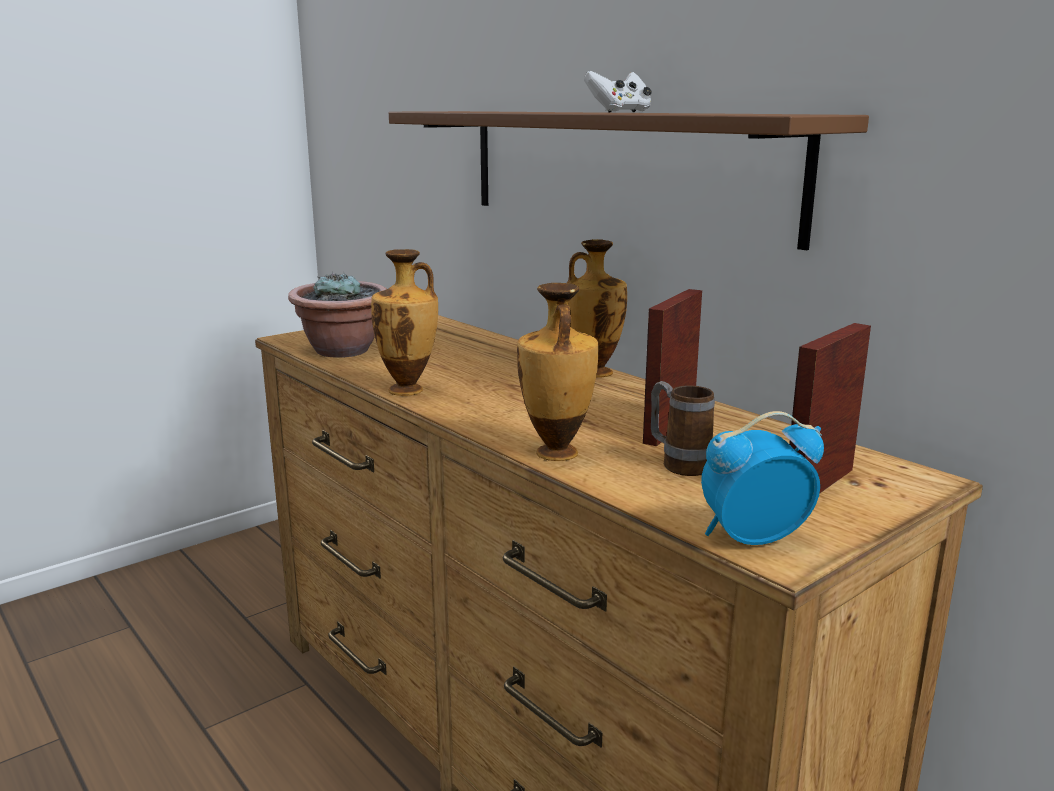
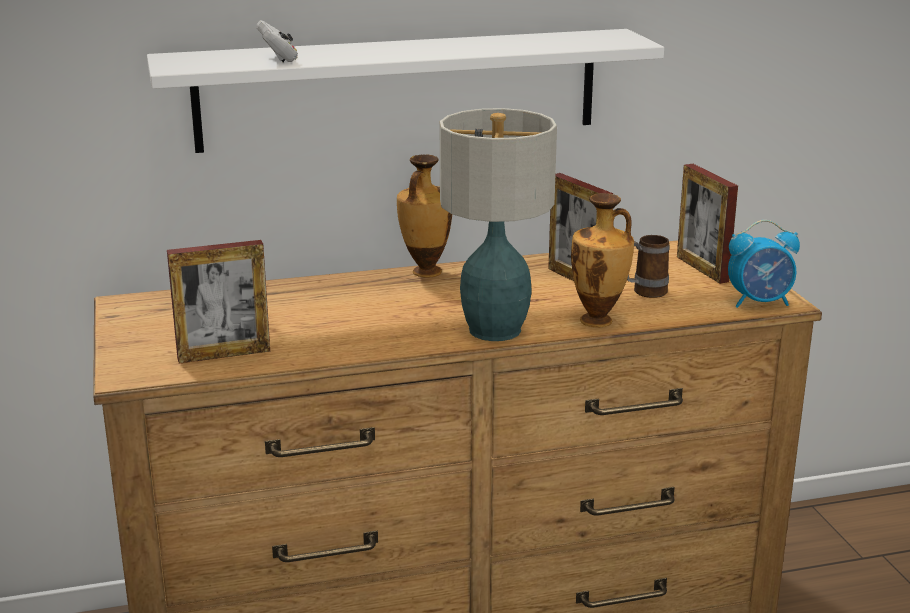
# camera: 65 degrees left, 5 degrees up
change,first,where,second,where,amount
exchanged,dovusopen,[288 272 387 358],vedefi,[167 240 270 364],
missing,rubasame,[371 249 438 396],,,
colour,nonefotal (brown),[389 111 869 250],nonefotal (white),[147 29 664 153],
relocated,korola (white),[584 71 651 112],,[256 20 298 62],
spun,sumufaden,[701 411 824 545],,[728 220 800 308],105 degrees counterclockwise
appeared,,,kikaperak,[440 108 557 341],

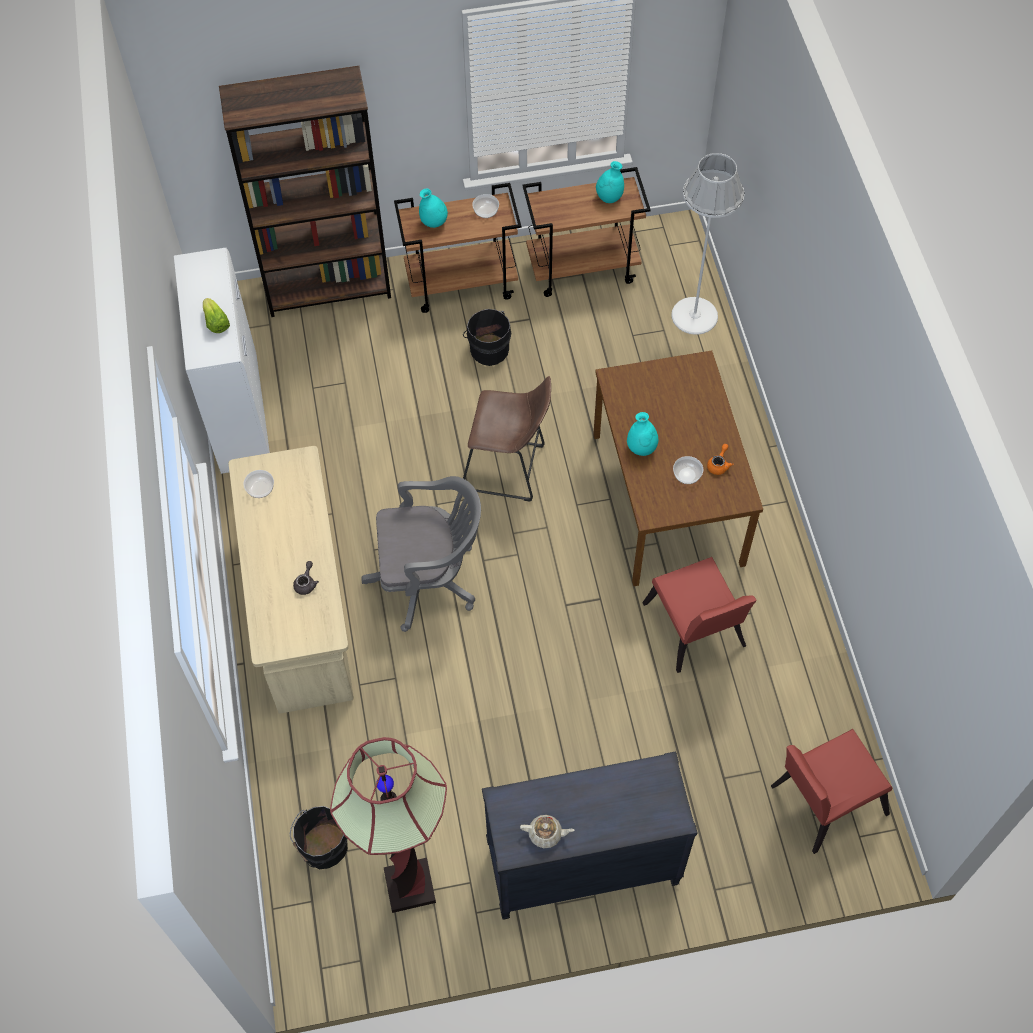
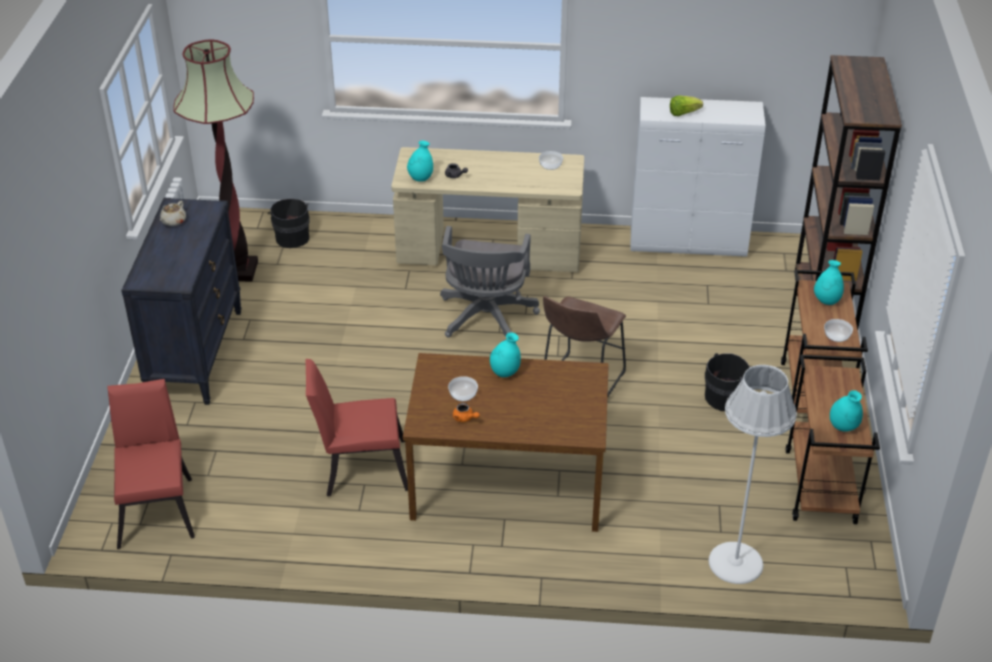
# camera: 105 degrees right, 20 degrees down
change,first,where,second,where,amount
appeared,,,rubasame (turquoise),[407 141 433 182],

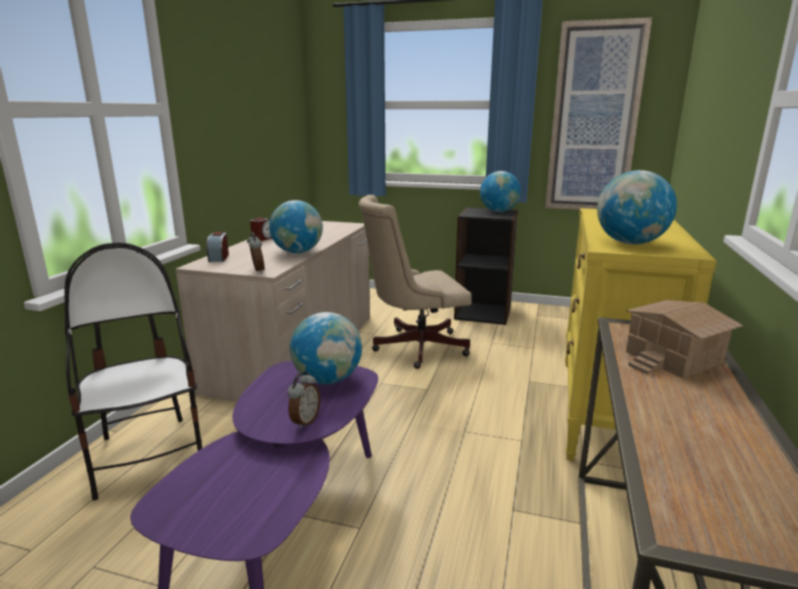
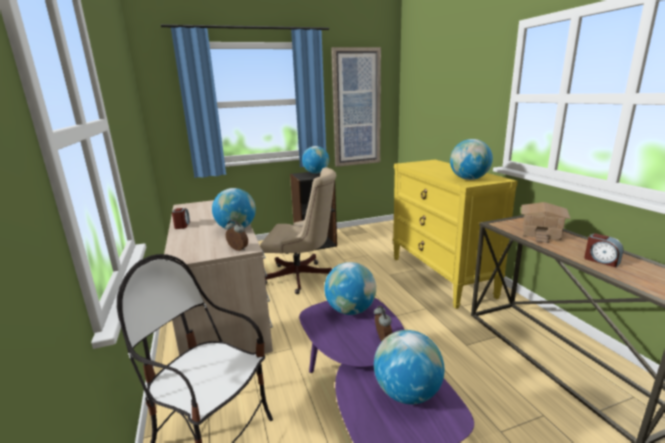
# camera: 35 degrees left, 0 degrees up
change,first,where,second,where,amount
relocated,sumufaden,[206 232 229 262],,[584 233 624 267],
spun,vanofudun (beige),[359 195 472 369],,[260 167 336 294],120 degrees counterclockwise
appeared,,,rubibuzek,[374 330 444 404],

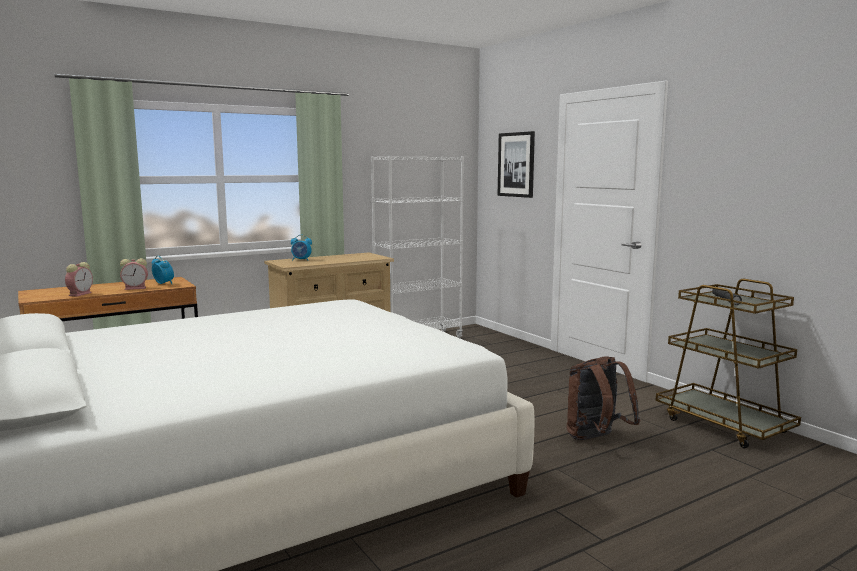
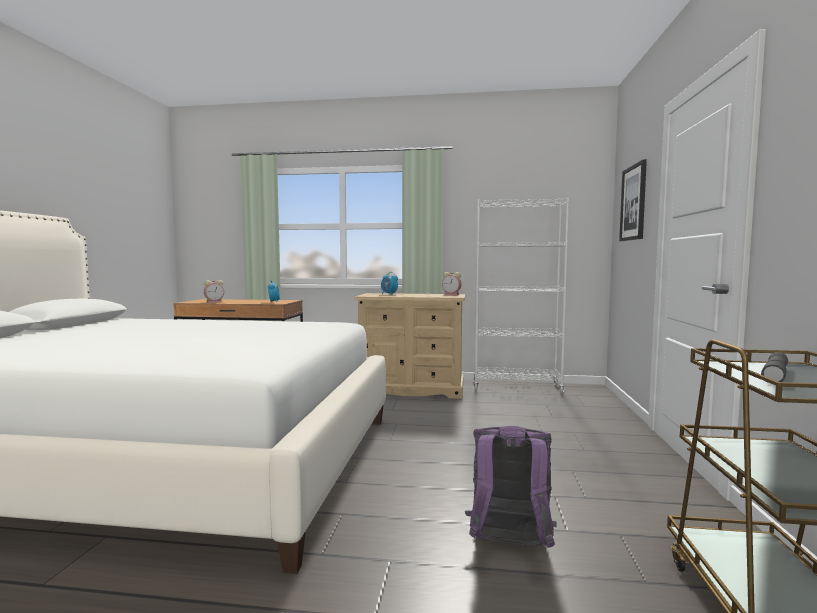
# camera: 40 degrees right, 5 degrees down
change,first,where,second,where,amount
relocated,sumufaden,[120 258 148 290],,[442 272 462 295],
colour,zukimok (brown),[567 356 640 440],zukimok (purple),[465 426 556 548],

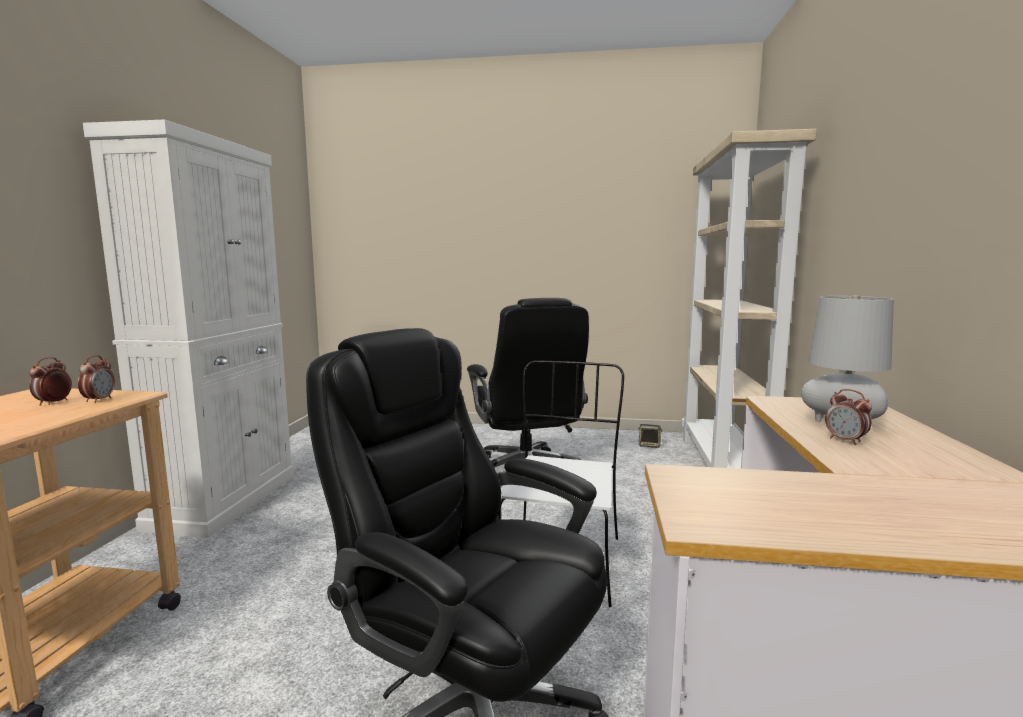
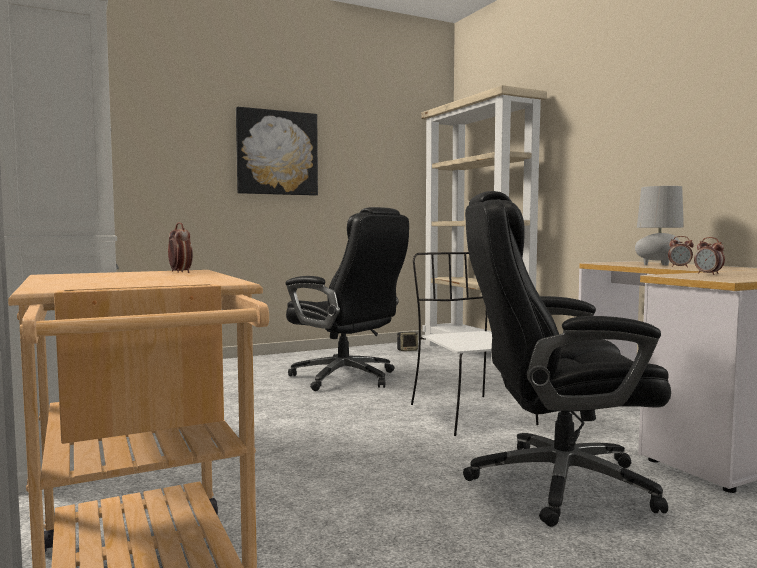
# camera: 35 degrees left, 5 degrees down
change,first,where,second,where,amount
relocated,sumufaden,[29 357 72 406],,[694 237 725 275],
appeared,,,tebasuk,[236 107 318 196],

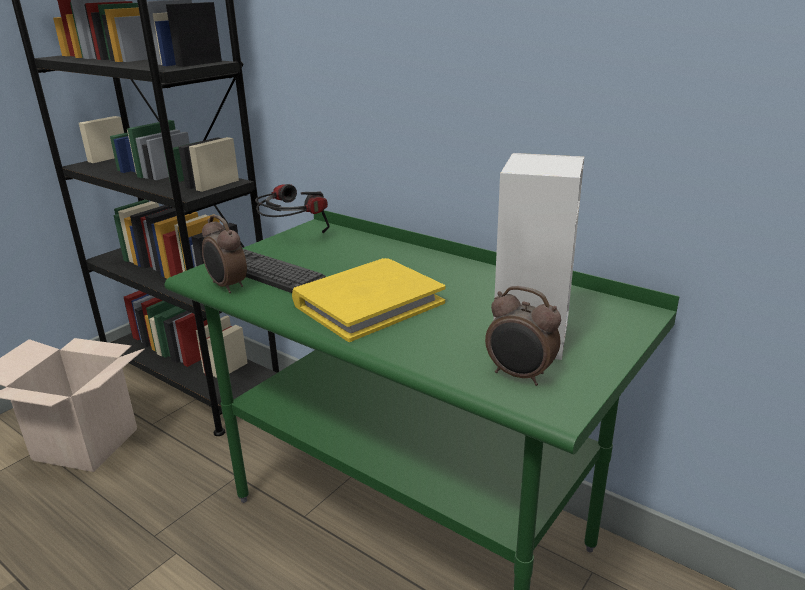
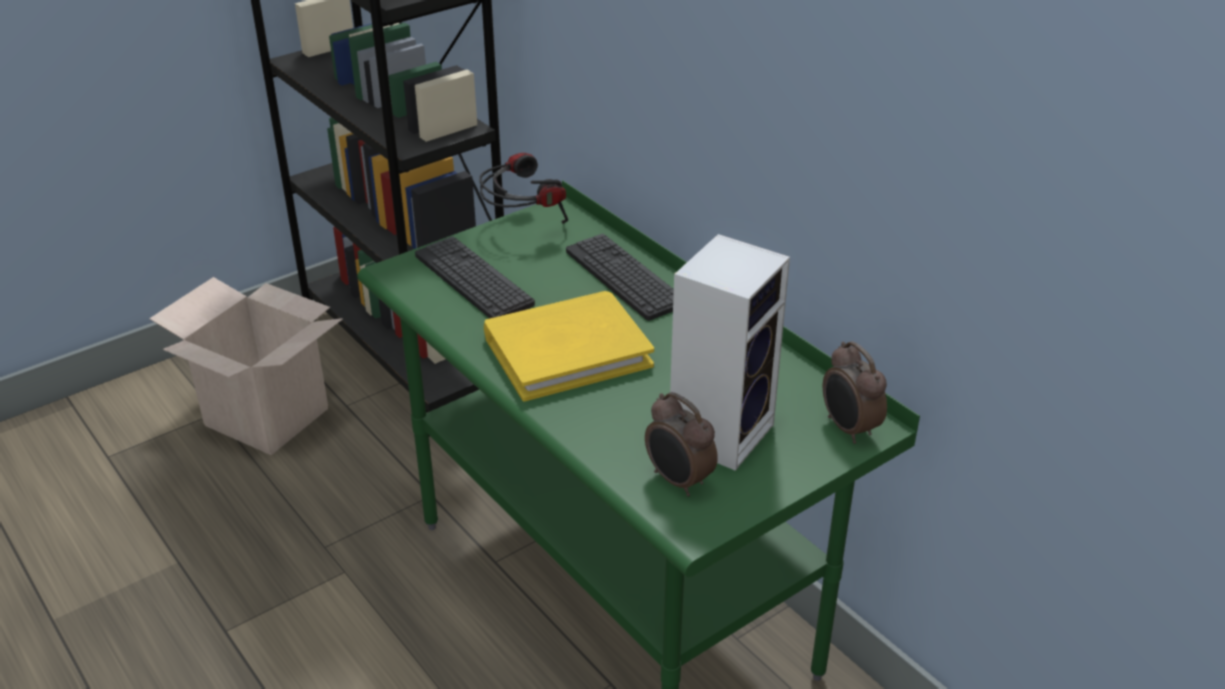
# camera: 15 degrees right, 10 degrees up
change,first,where,second,where,amount
relocated,sumufaden,[202 215 247 293],,[823 341 887 444],
appeared,,,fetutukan,[566 234 674 321],

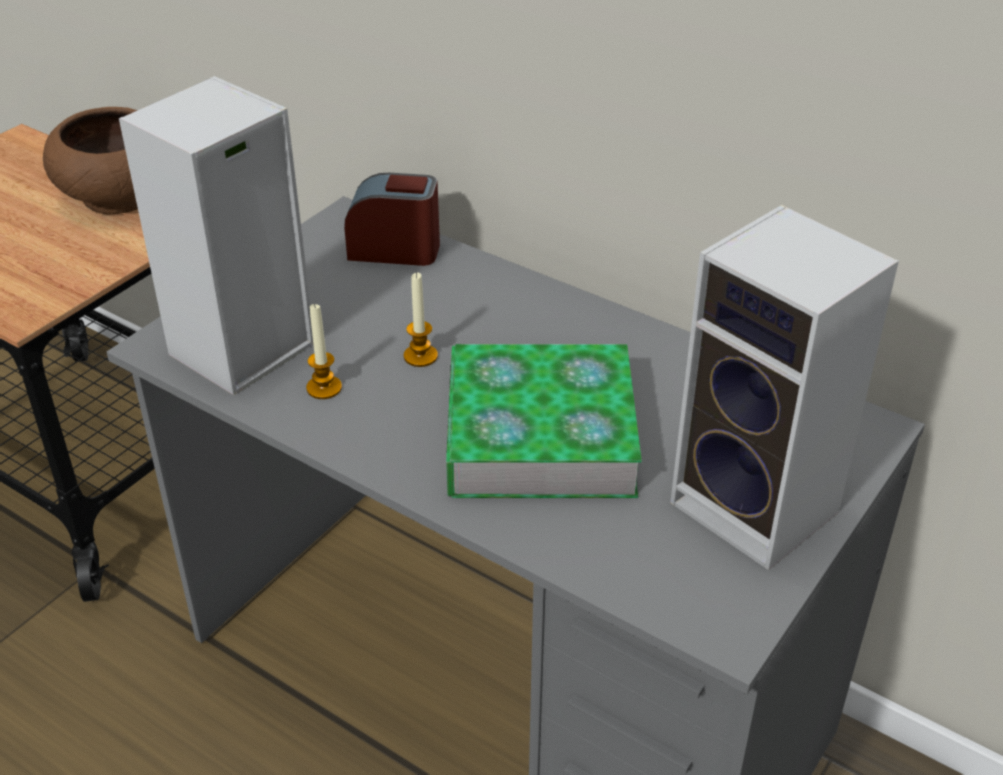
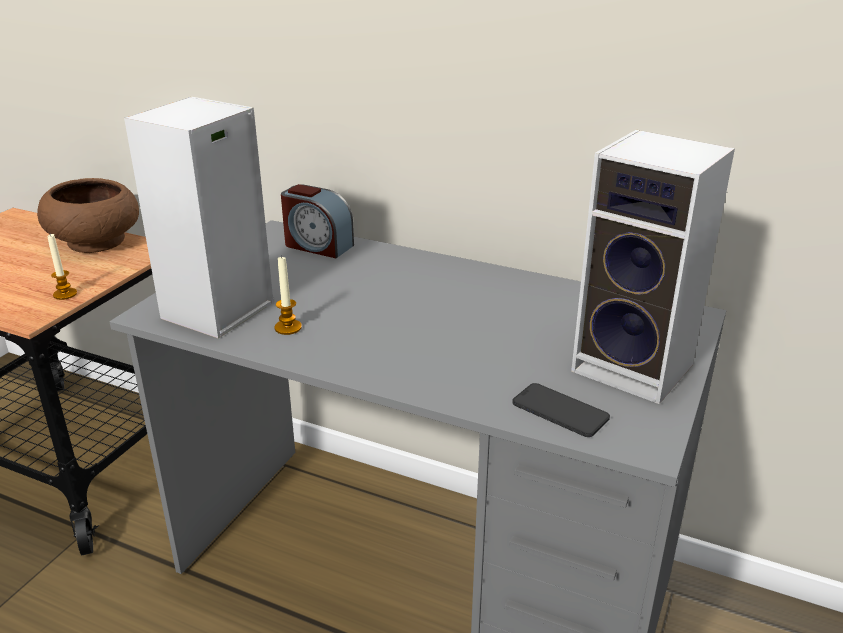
# camera: 10 degrees left, 10 degrees down
change,first,where,second,where,amount
spun,sumufaden,[344 173 440 266],,[281 184 354 258],150 degrees counterclockwise
relocated,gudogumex,[404 272 438 367],,[48 233 77 300],
missing,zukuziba,[446 344 642 498],,,
appeared,,,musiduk,[512 383 610 437],

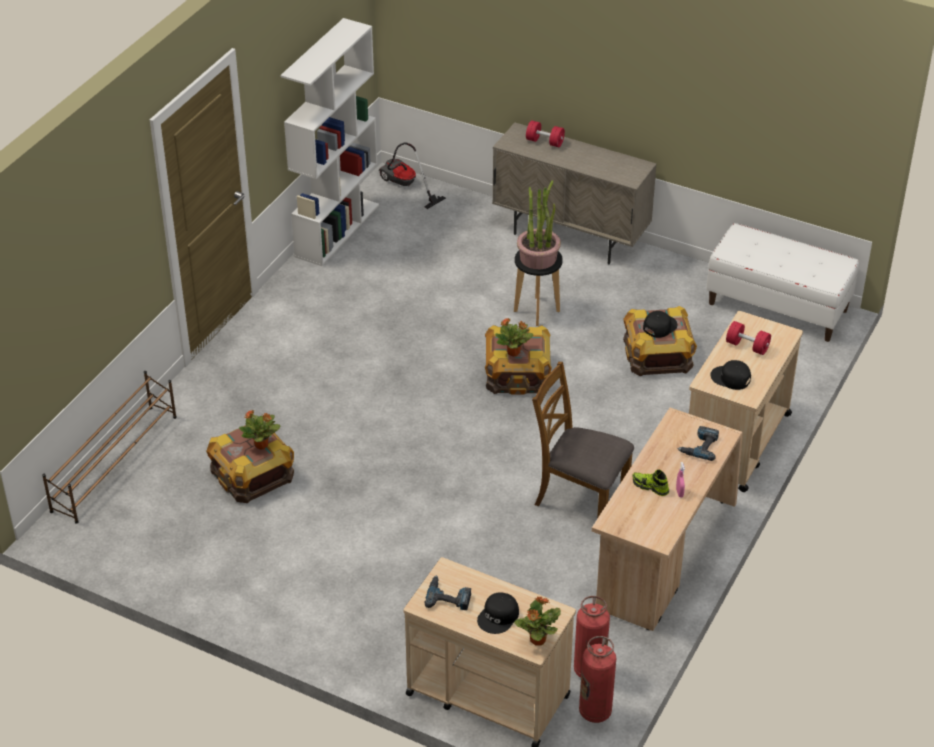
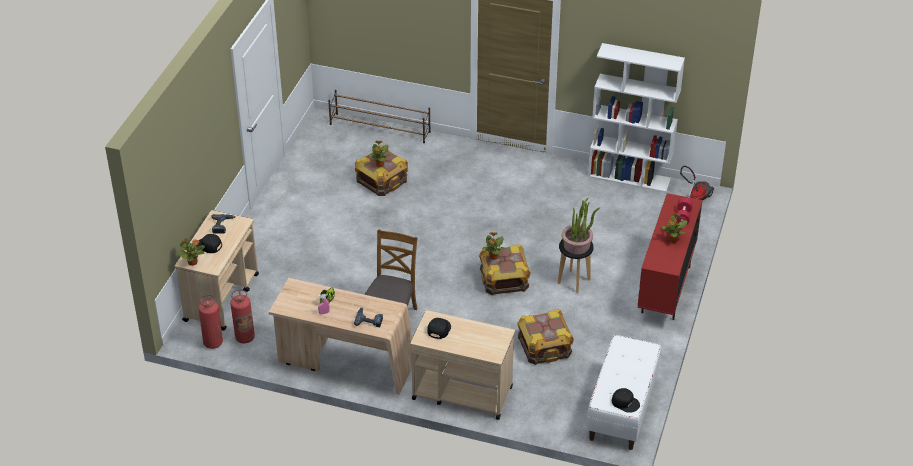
# camera: 80 degrees right, 0 degrees up
change,first,where,second,where,amount
colour,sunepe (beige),[492 123 657 264],sunepe (red),[637 193 703 320],
relocated,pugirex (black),[643 311 677 338],,[612 388 640 413],
missing,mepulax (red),[726 321 771 355],,,
appeared,,,dovusopen,[662 213 687 242],

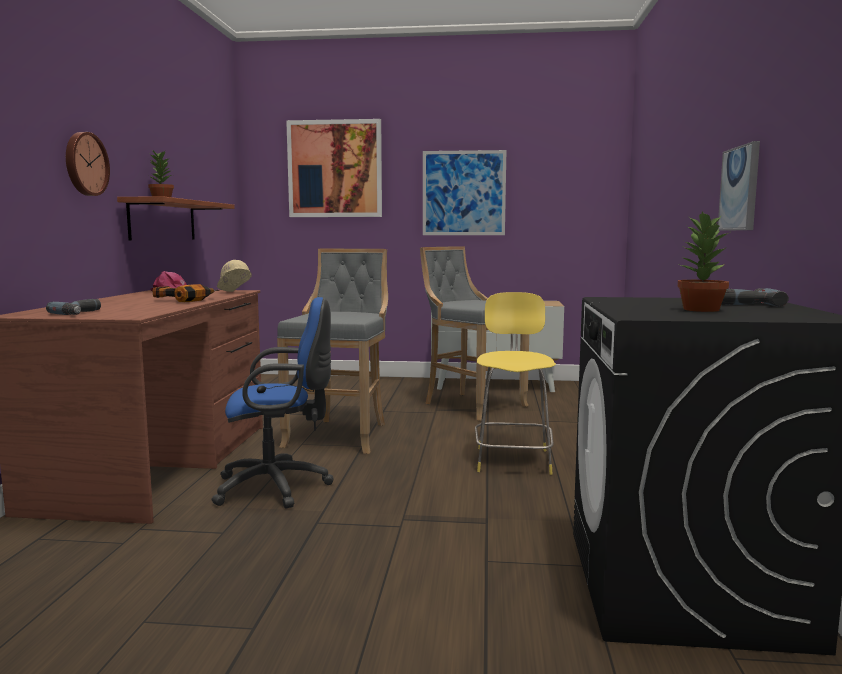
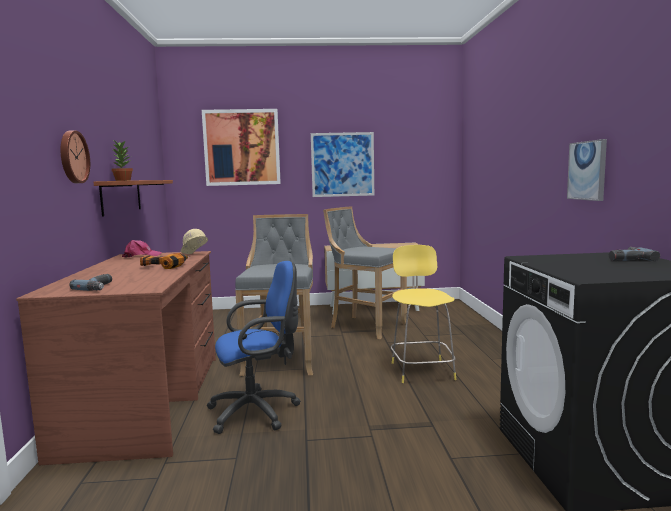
# camera: 10 degrees left, 0 degrees up
change,first,where,second,where,amount
missing,dovusopen,[678 211 730 312],,,

